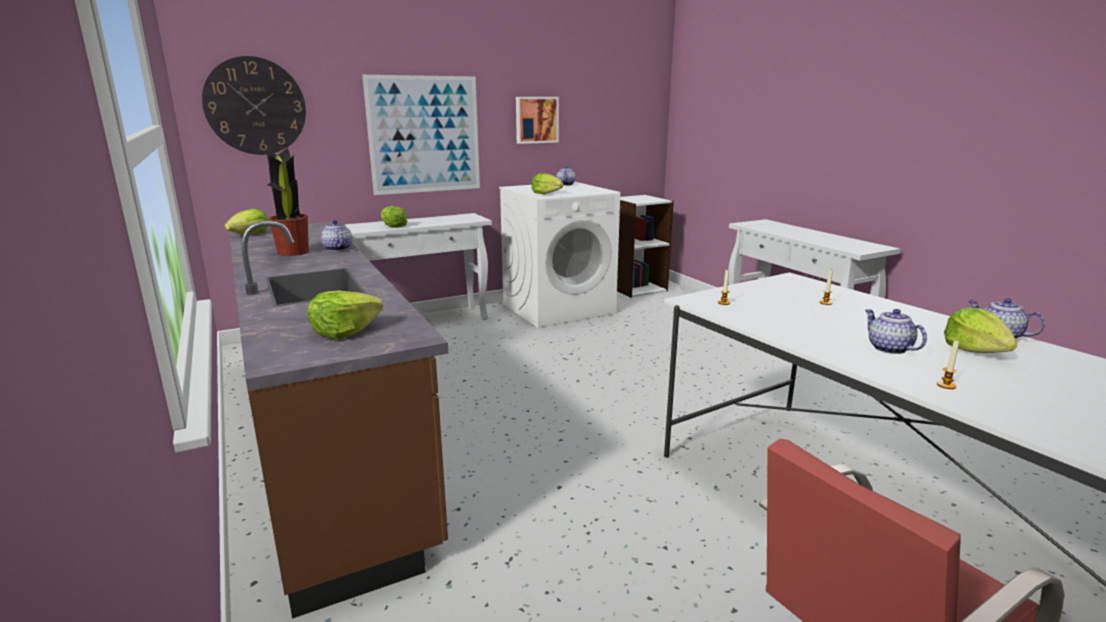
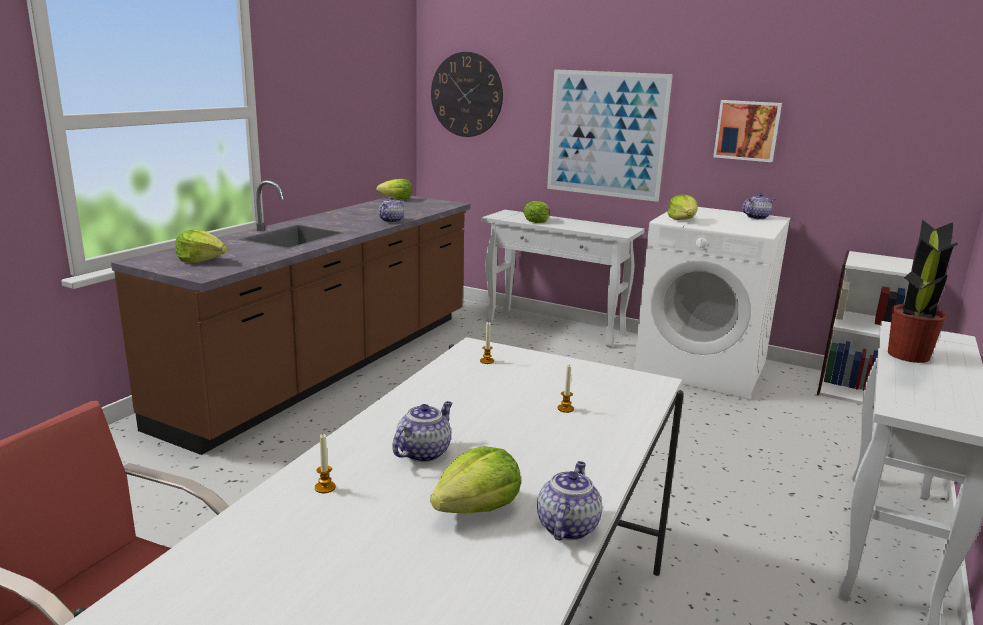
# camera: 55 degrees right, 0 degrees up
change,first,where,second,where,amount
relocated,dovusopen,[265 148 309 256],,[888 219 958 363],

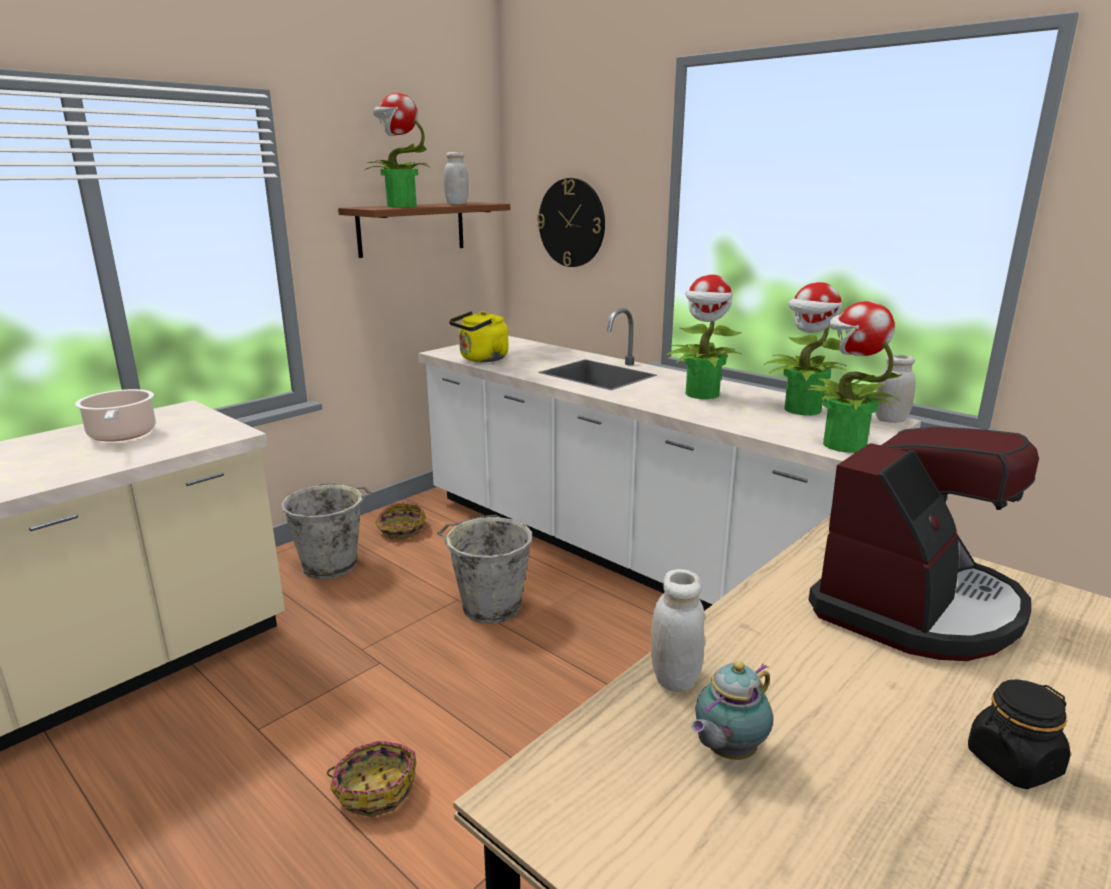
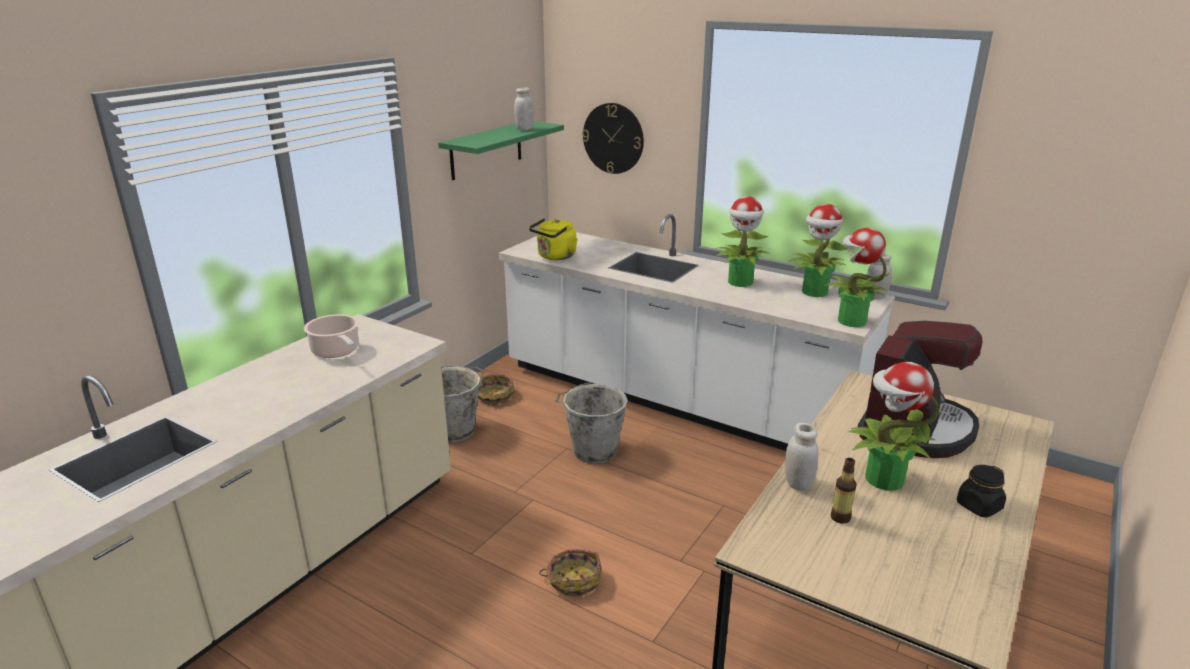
# camera: 10 degrees left, 5 degrees up
change,first,where,second,where,amount
colour,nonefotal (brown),[338 202 510 258],nonefotal (green),[438 121 564 180],
relocated,dovusopen,[365 93 431 207],,[848 362 939 491],
exchanged,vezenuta,[691 661 773 760],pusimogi,[831 458 857 524],

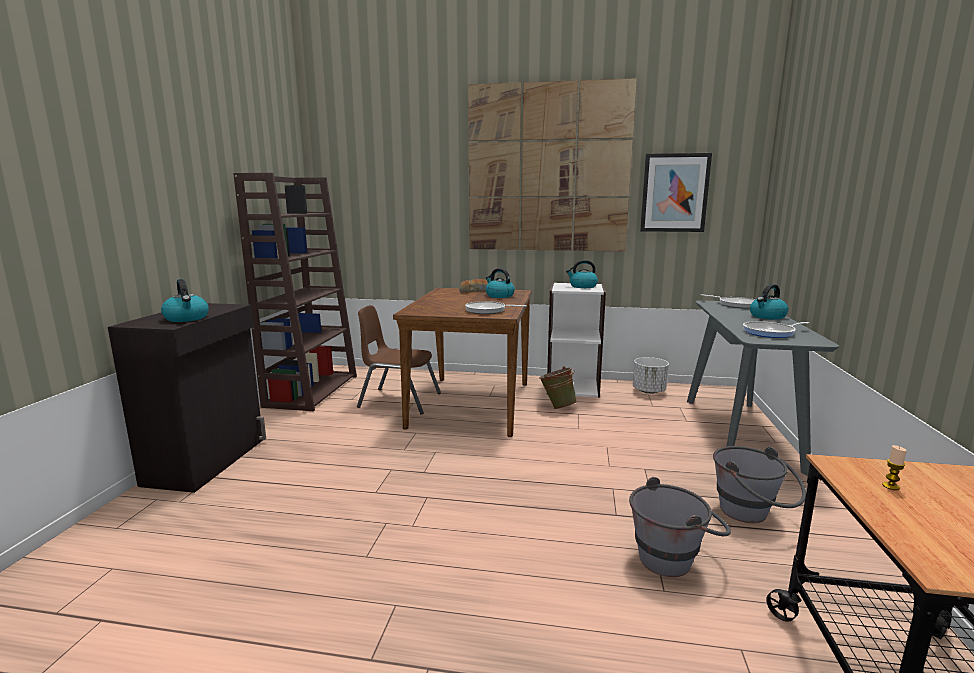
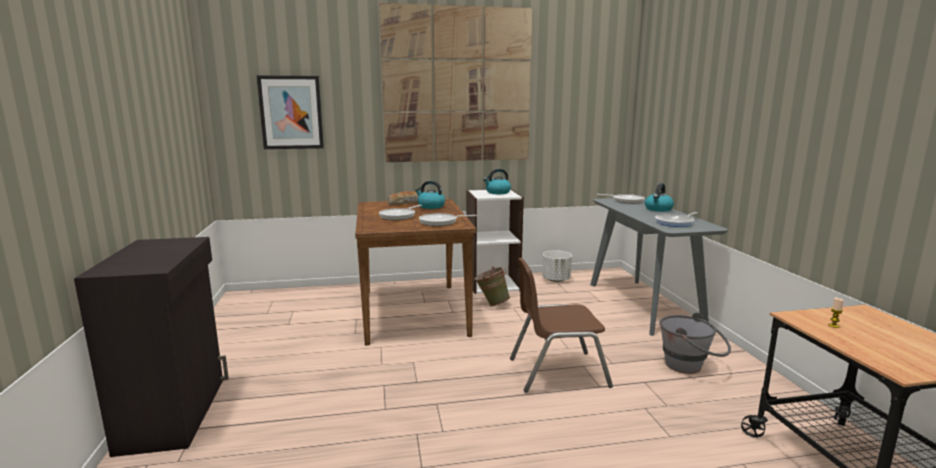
# camera: 20 degrees left, 0 degrees up
change,first,where,second,where,amount
missing,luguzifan,[161 279 209 322],,,
missing,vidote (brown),[233 173 357 411],,,
relocated,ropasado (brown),[357 305 441 414],,[510 257 613 393],
missing,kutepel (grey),[629 477 731 577],,,
relocated,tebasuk,[640 153 712 232],,[257 75 324 149],
appeared,,,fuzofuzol,[379 205 422 220],

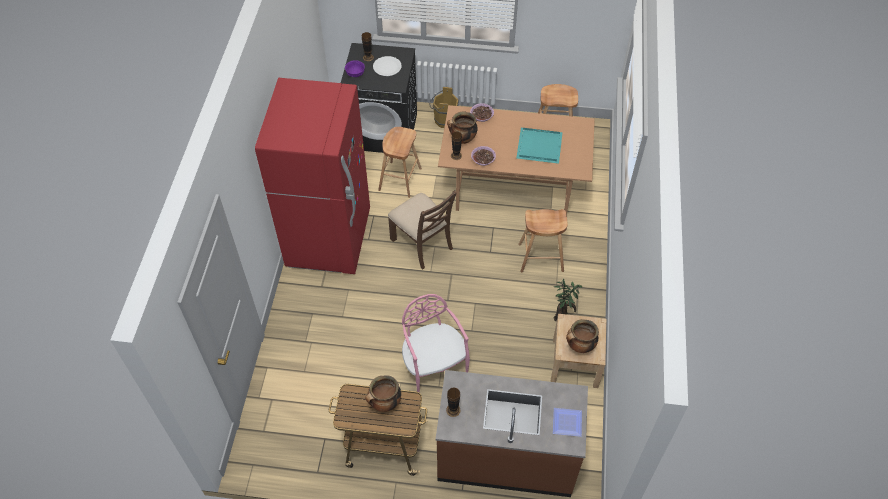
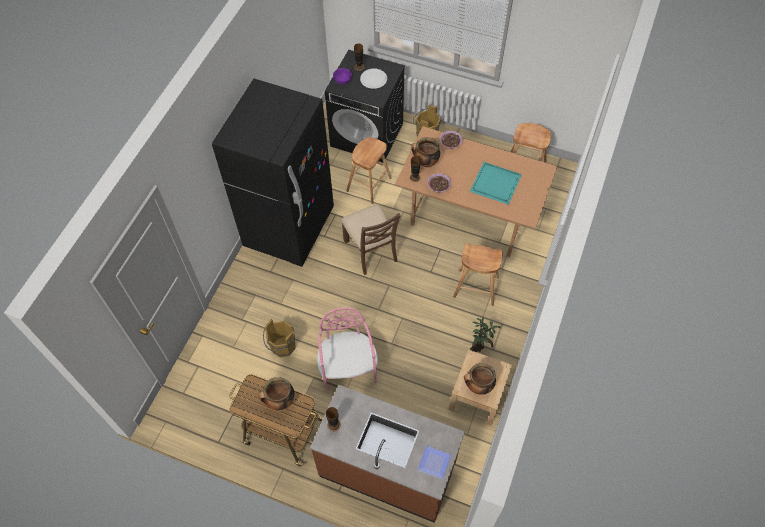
# camera: 15 degrees right, 5 degrees up
change,first,where,second,where,amount
colour,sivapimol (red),[255 78 370 274],sivapimol (black),[212 79 334 267],
appeared,,,kutepel (brown),[263 319 296 357],

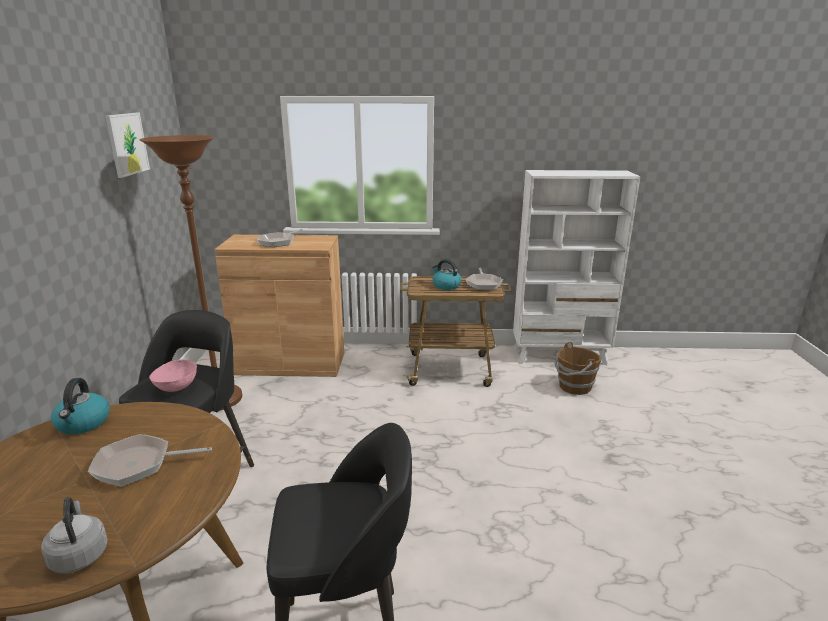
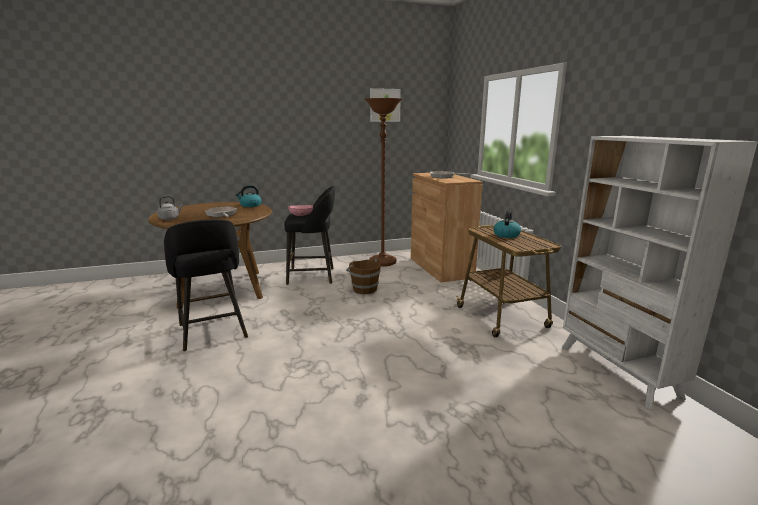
# camera: 70 degrees right, 5 degrees down
change,first,where,second,where,amount
missing,fuzofuzol,[466 267 503 290],,,
relocated,kutepel (brown),[554 342 601 395],,[346 257 381 294],

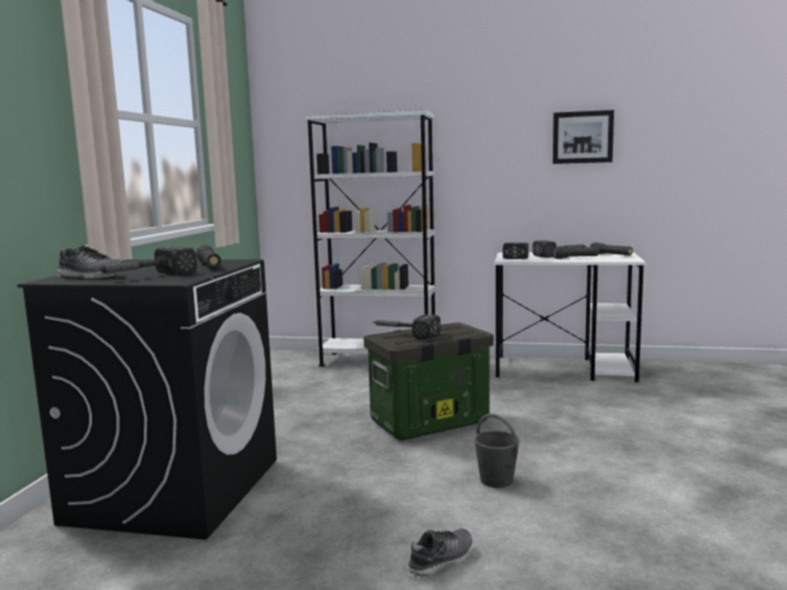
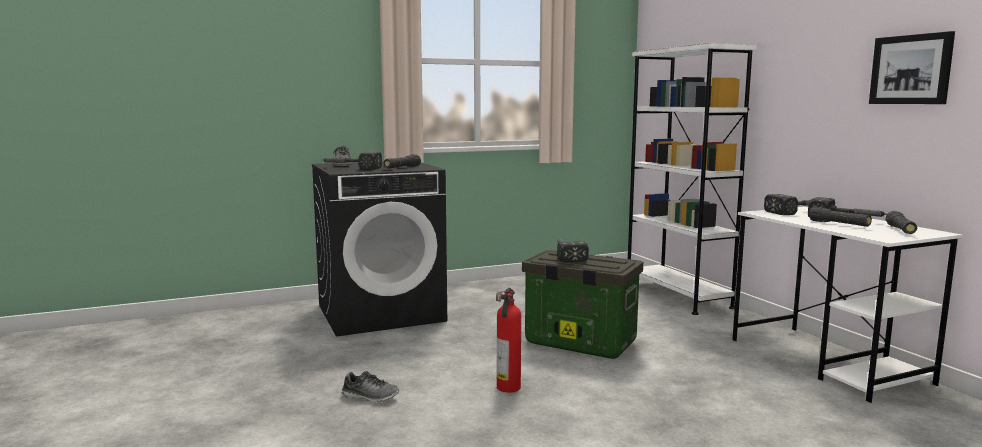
# camera: 55 degrees right, 0 degrees up
change,first,where,second,where,amount
exchanged,kutepel (grey),[474 414 520 488],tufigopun,[496 287 521 392],

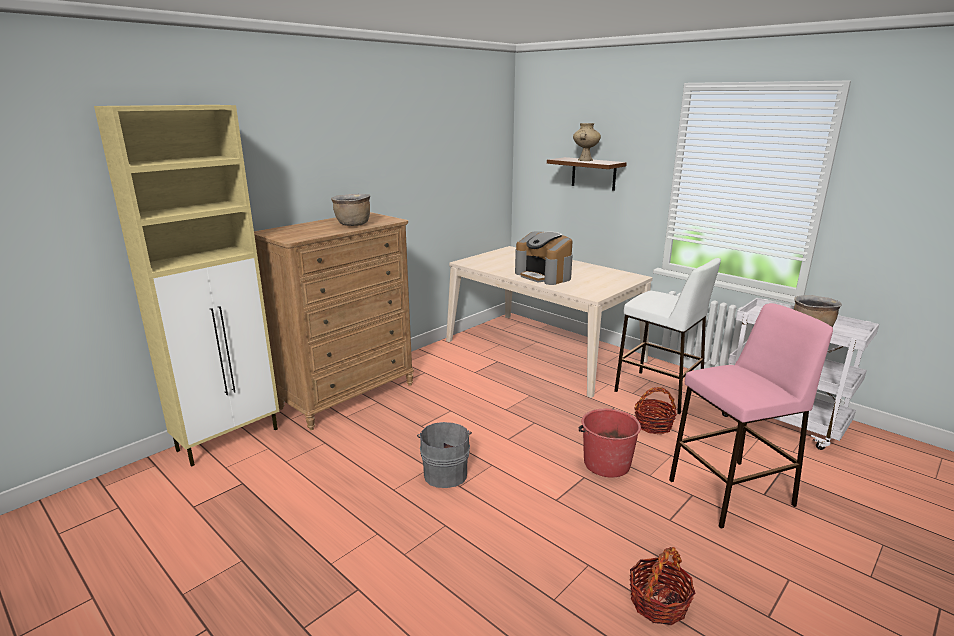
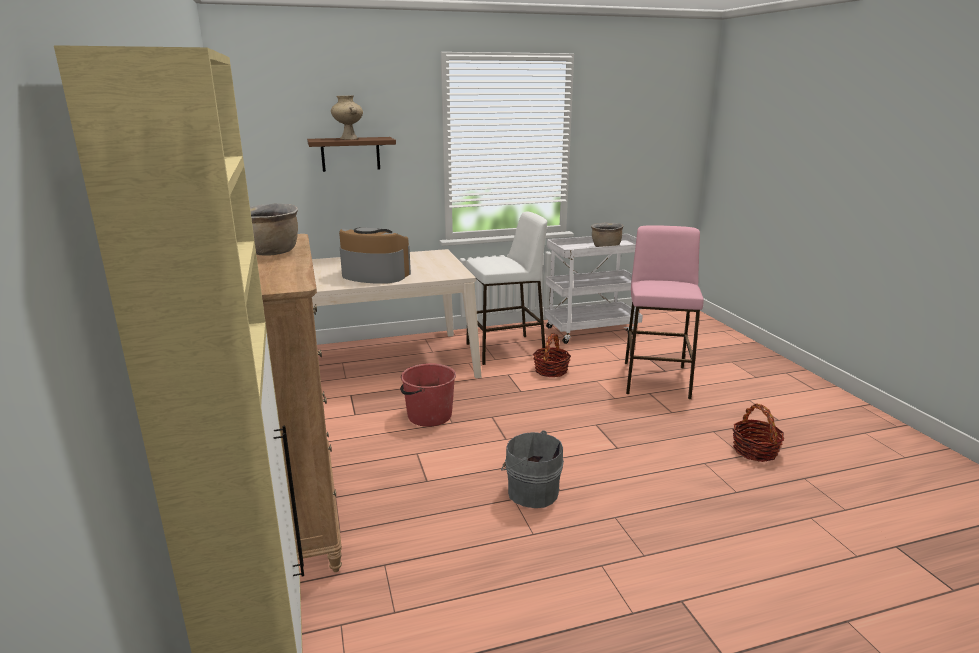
# camera: 60 degrees left, 0 degrees up
change,first,where,second,where,amount
spun,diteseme,[515 231 573 285],,[339 227 411 284],150 degrees counterclockwise
relocated,kutepel (red),[579 409 641 477],,[400 363 456 427],

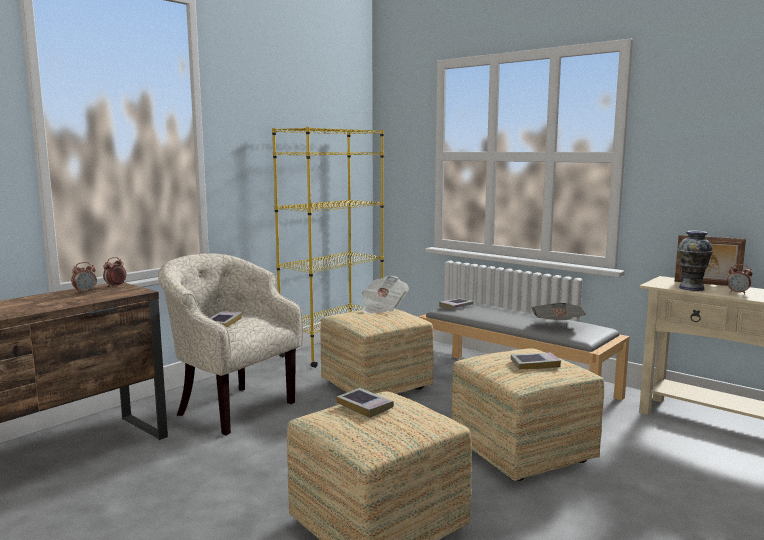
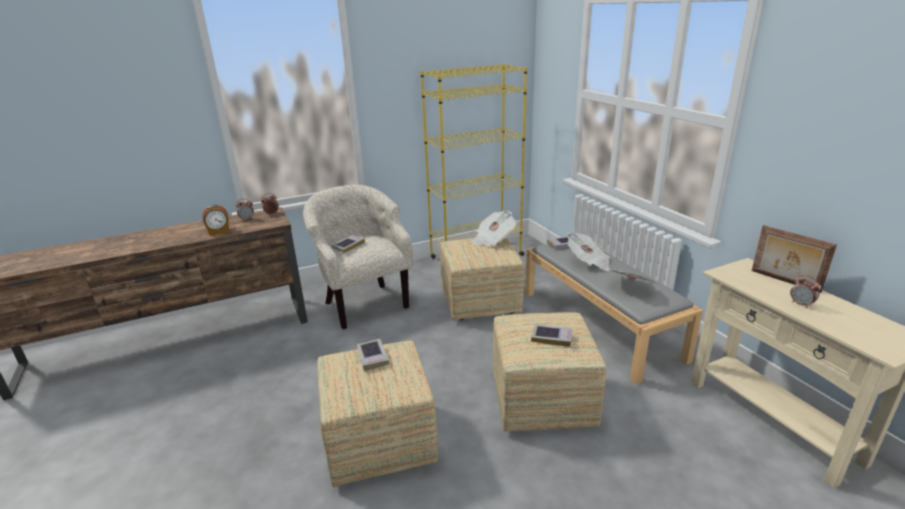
# camera: 25 degrees right, 15 degrees up
change,first,where,second,where,amount
missing,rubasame,[677 231 713 291],,,
appeared,,,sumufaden,[203 205 229 236],
appeared,,,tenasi,[567 232 610 271],

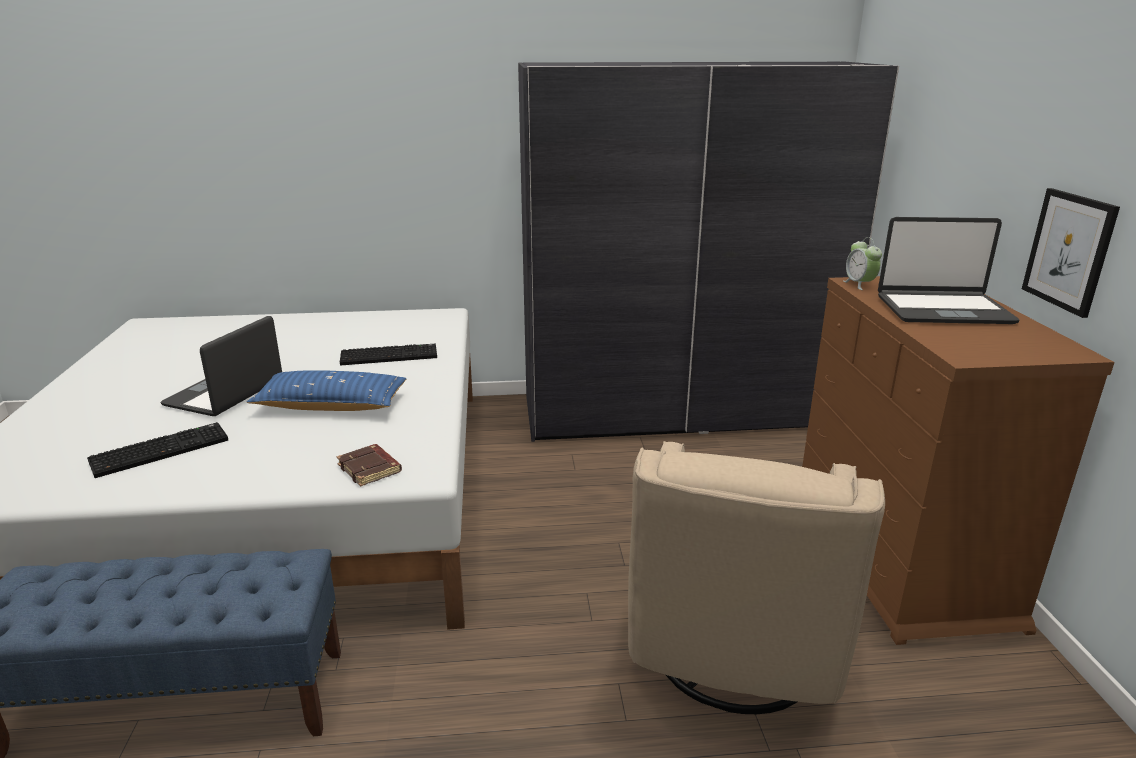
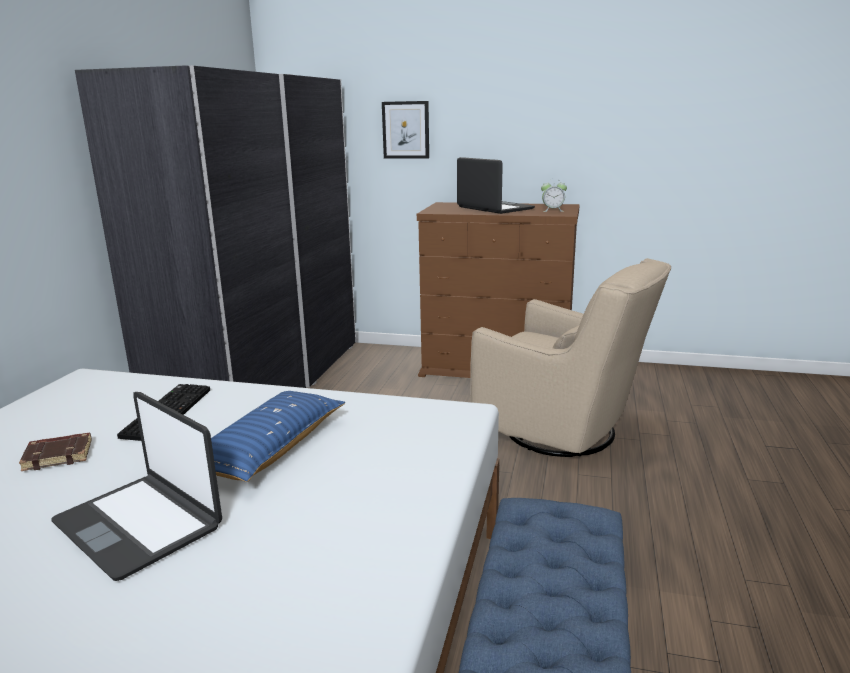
# camera: 70 degrees left, 5 degrees down
change,first,where,second,where,amount
missing,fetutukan,[87 422 228 478],,,
relocated,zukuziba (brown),[337 444 402 487],,[19 433 92 471],
relocated,sumufaden,[843 237 882 290],,[541 178 567 212],
spun,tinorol,[878 217 1020 324],,[457 157 535 214],60 degrees counterclockwise
relocated,tebasuk,[1022 188 1120 318],,[382 101 429 159],

